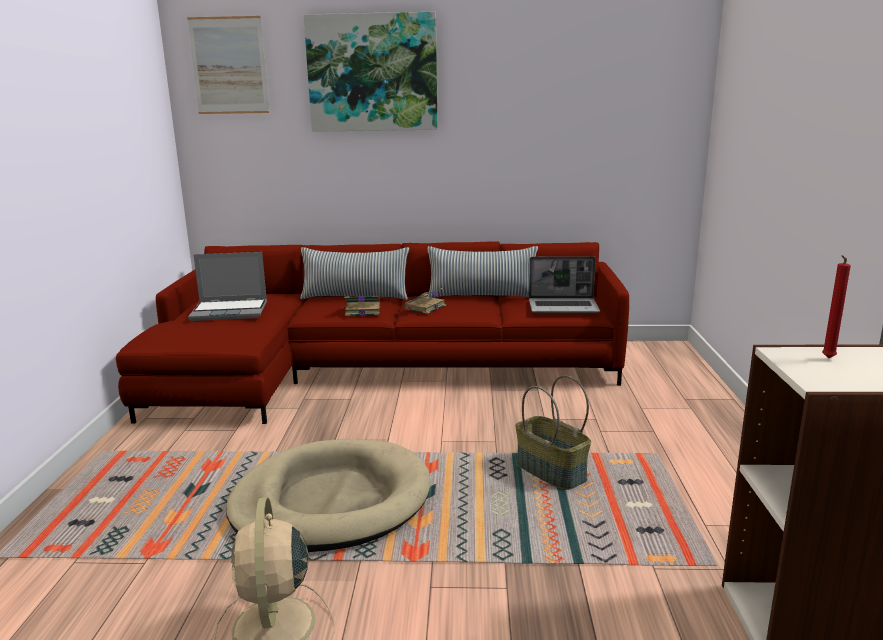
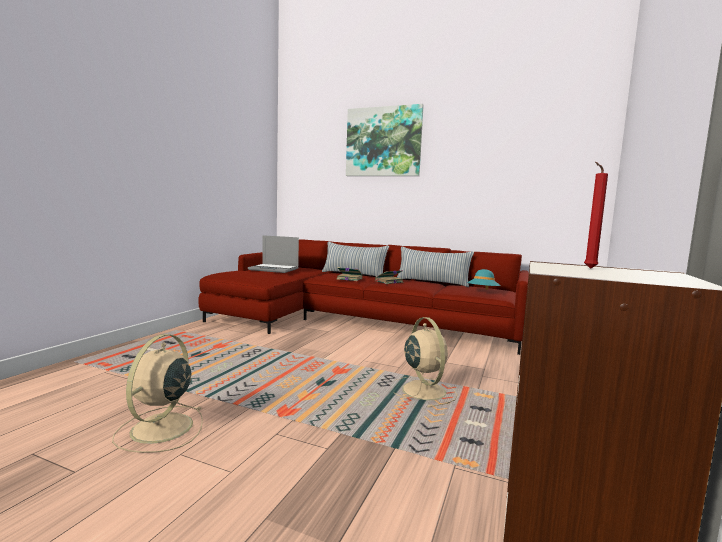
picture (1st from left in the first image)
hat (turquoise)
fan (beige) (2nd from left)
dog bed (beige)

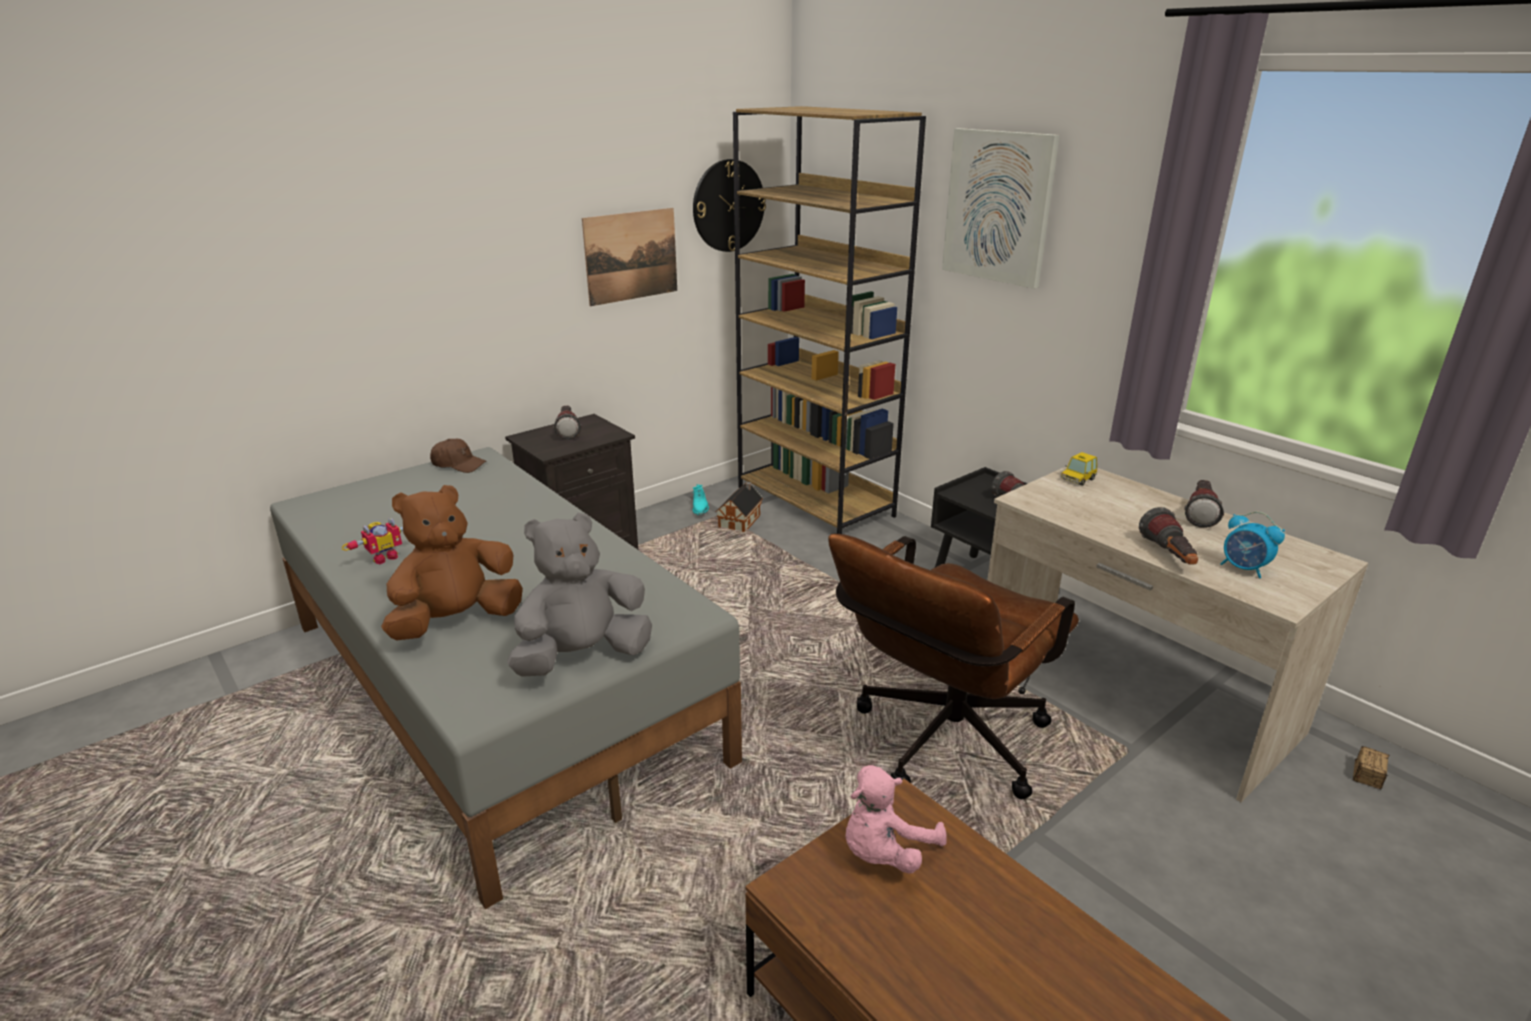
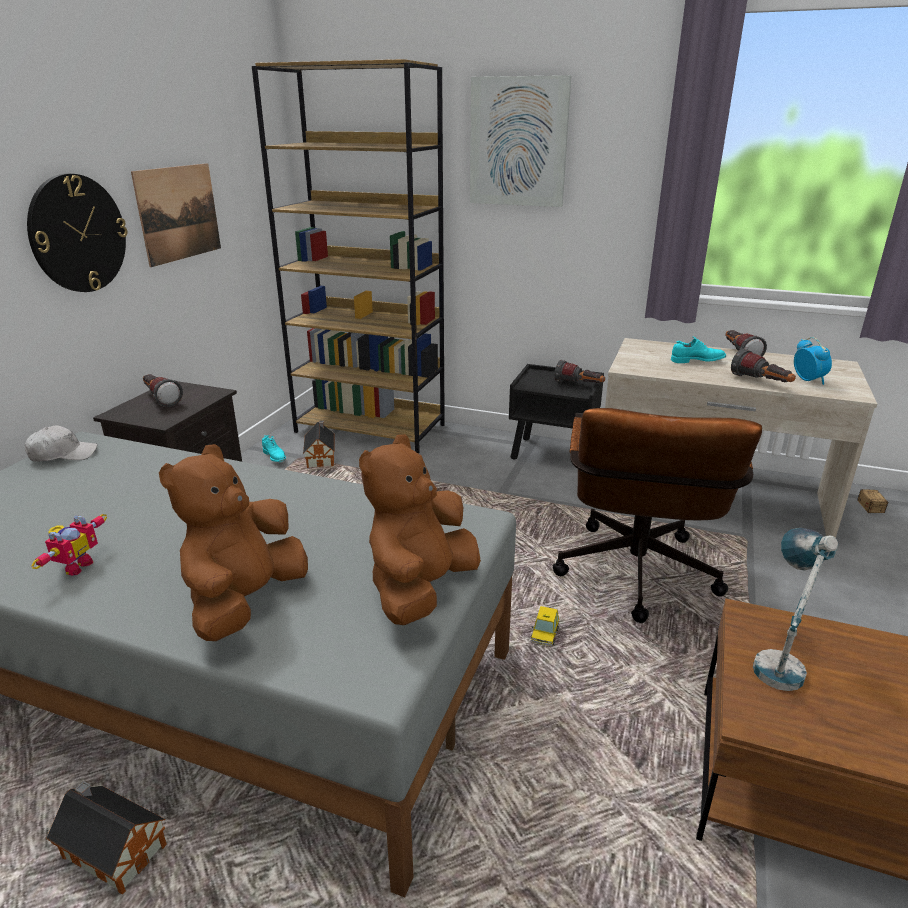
wall clock
cap (white)
toy car
alarm clock
plush toy (brown) (2nd from left)
table lamp
shoe (turquoise) (2nd from left)
toy house (1st from left)

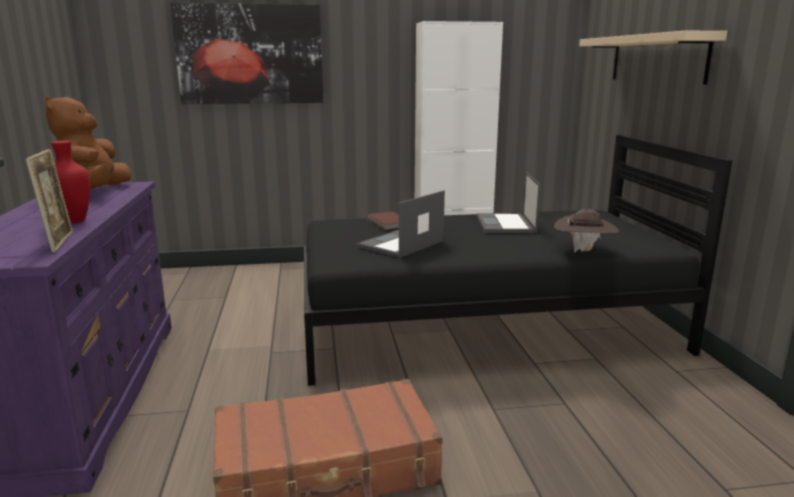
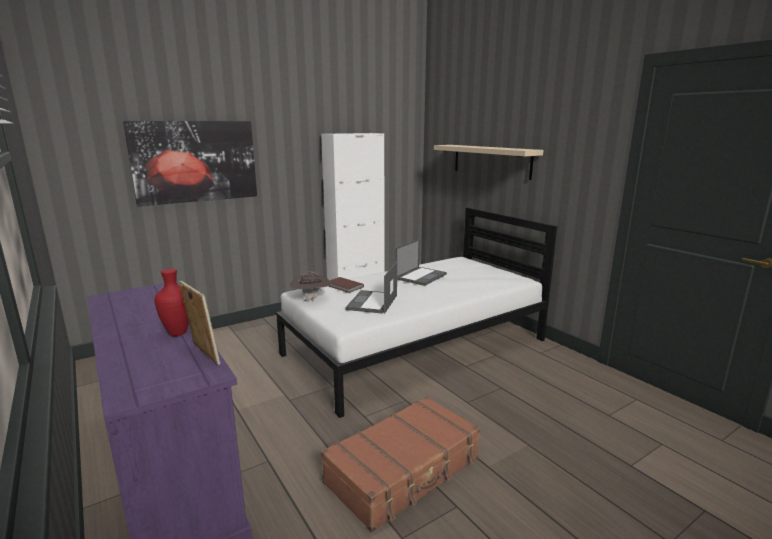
plush toy (brown)
bed (white)
laptop (2nd from left)
hat (brown)

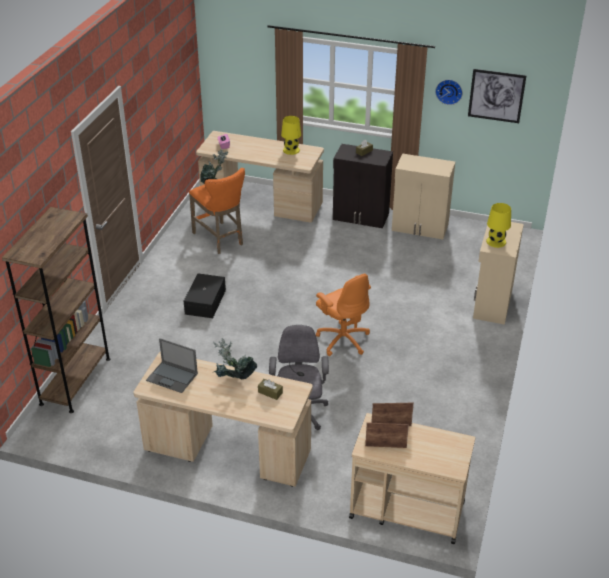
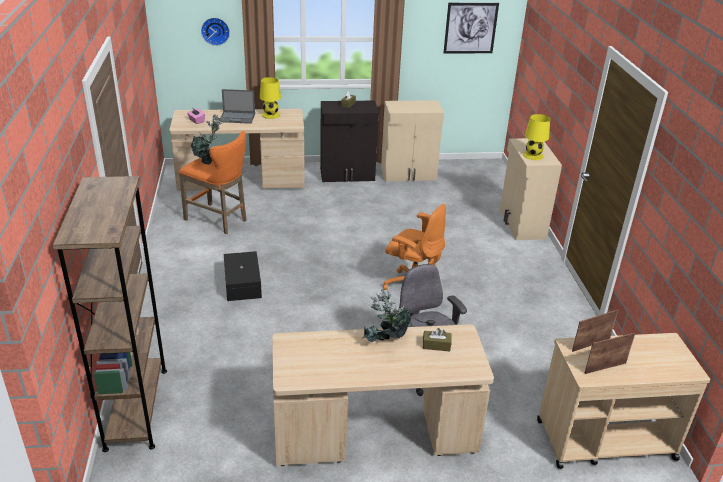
wall clock
laptop

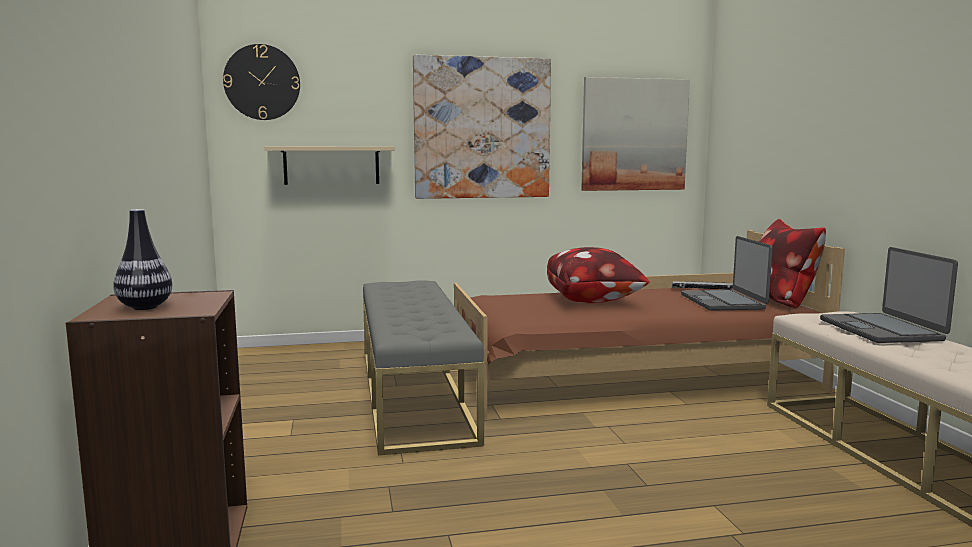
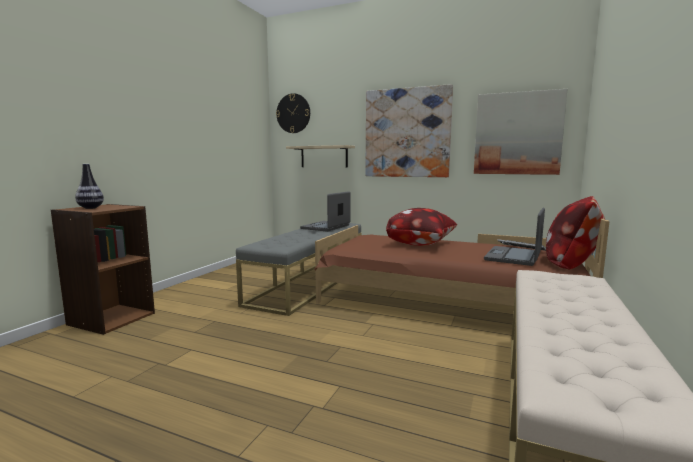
laptop (1st from left)

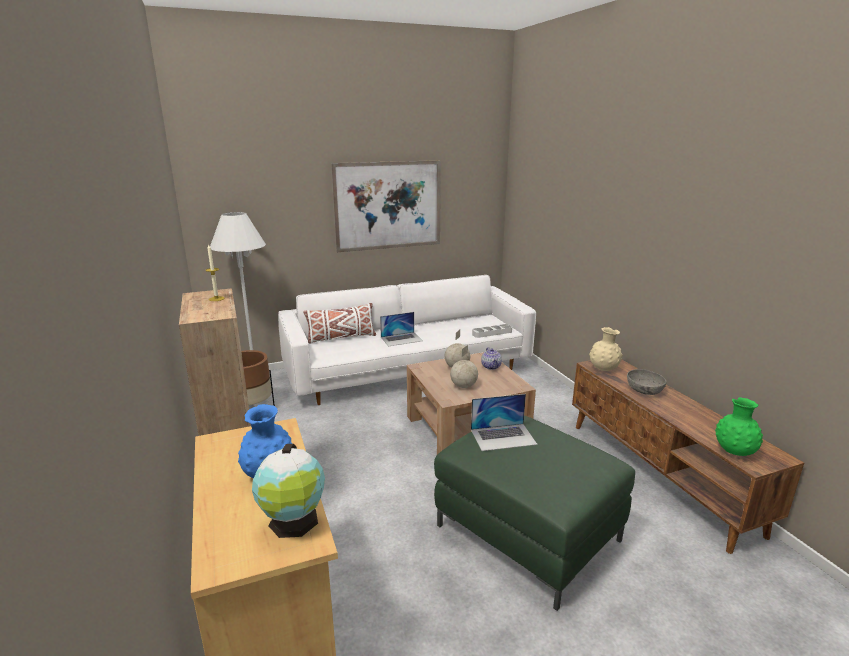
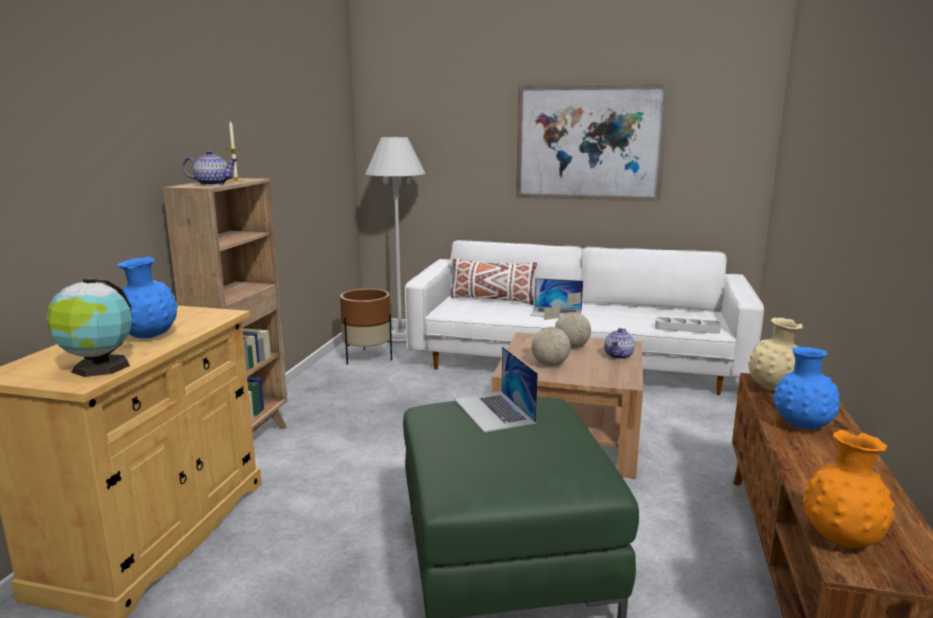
vase (blue) (2nd from left)
laptop (1st from left)
vase (orange)
teapot (1st from left)

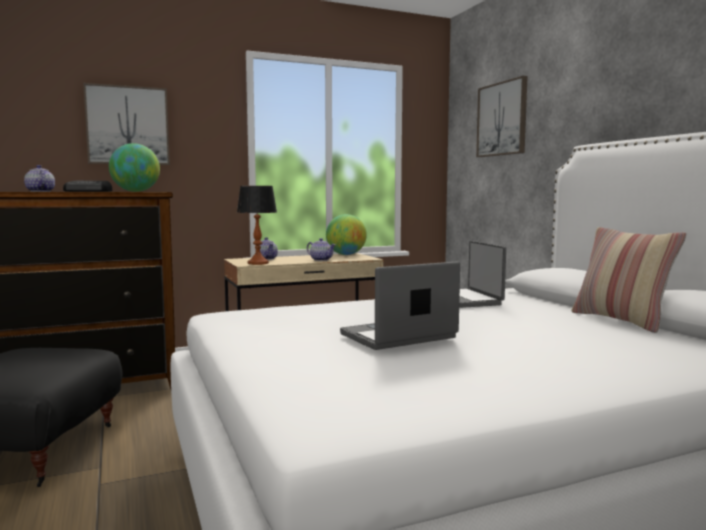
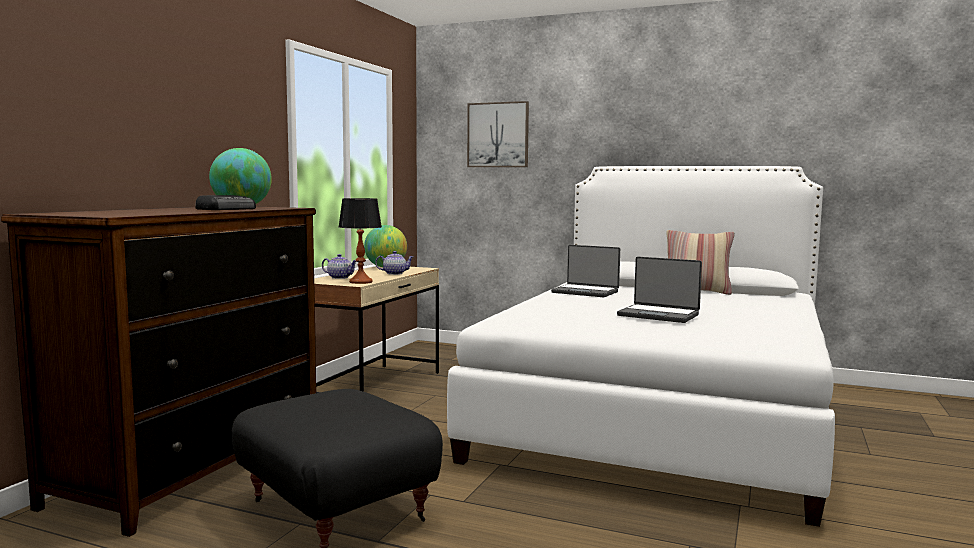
picture (1st from left in the first image)
teapot (1st from left in the first image)
laptop (2nd from left)

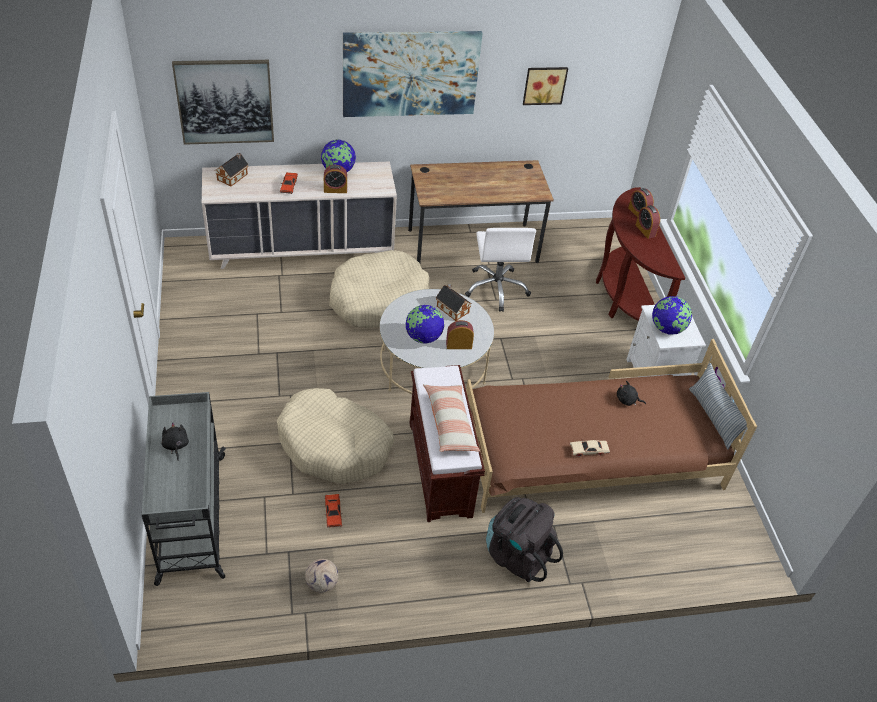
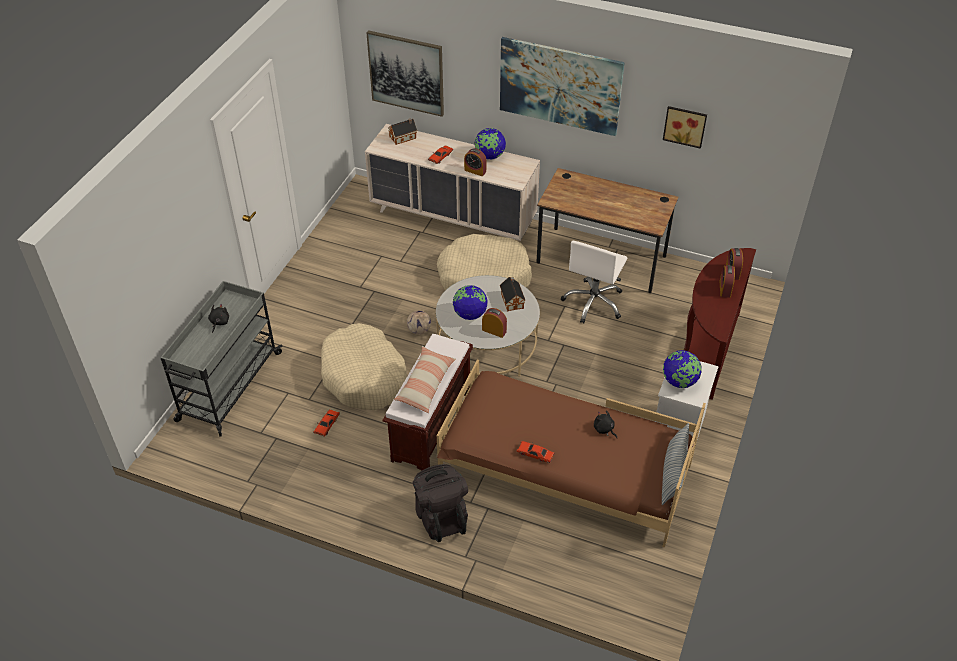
toy car (red) (3rd from left)
football

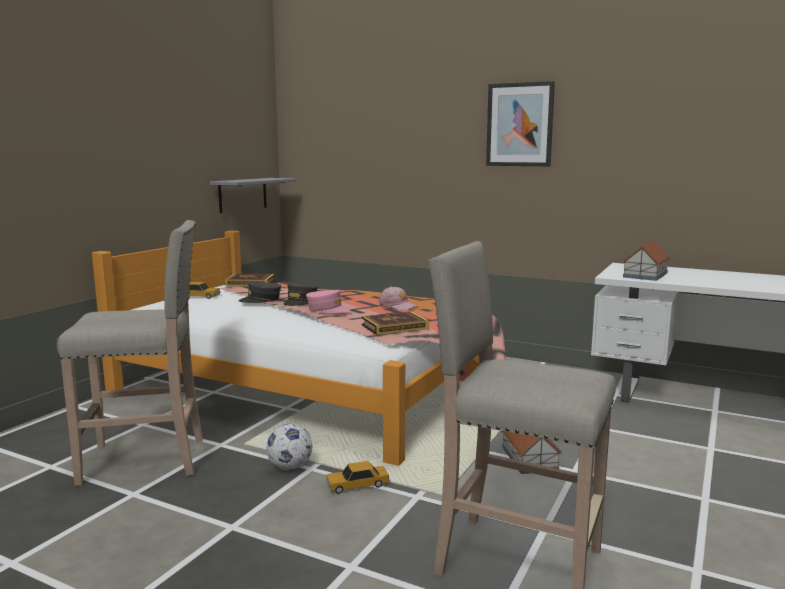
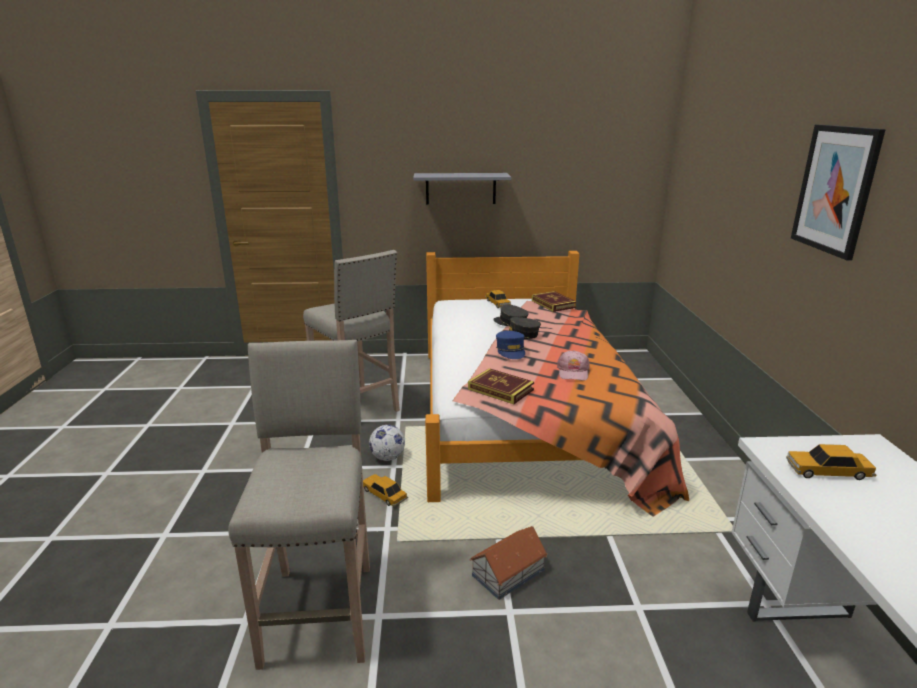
shelf (grey)
toy car (3rd from left)
cap (blue)

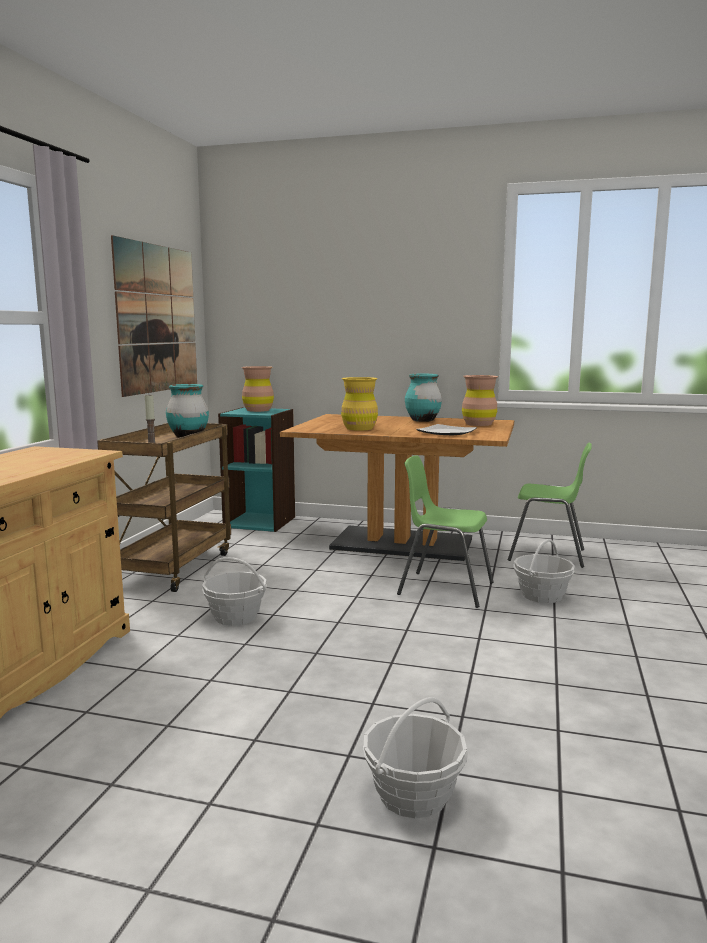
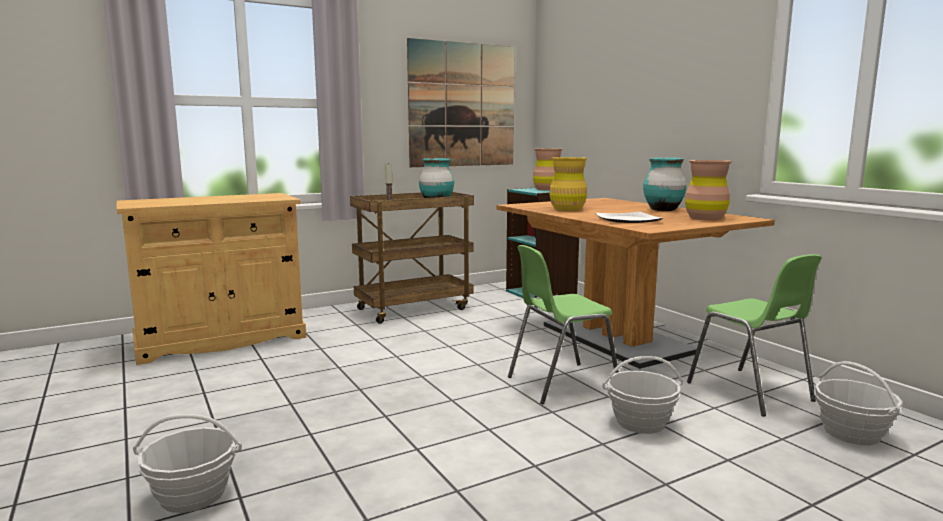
chair (green) (1st from left)
basket (3rd from left)

